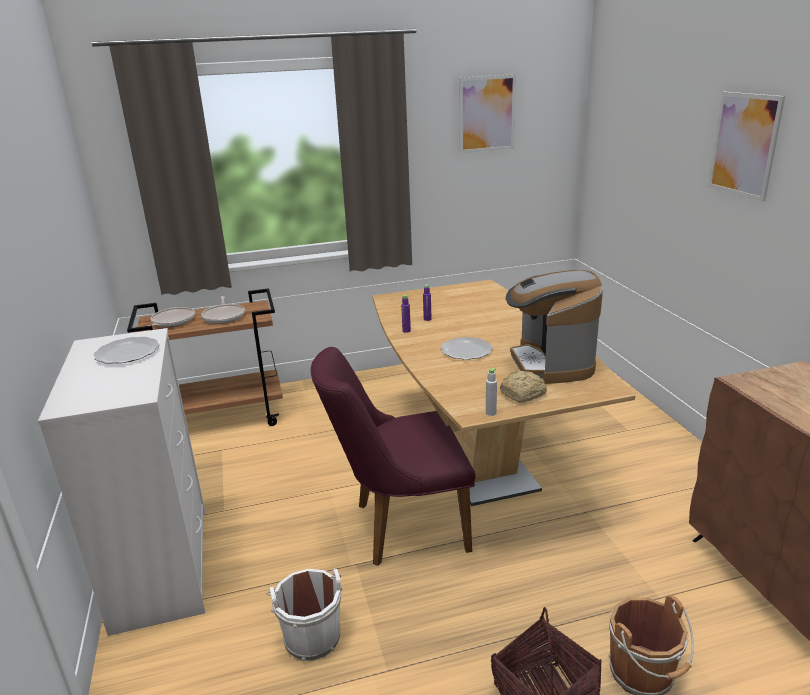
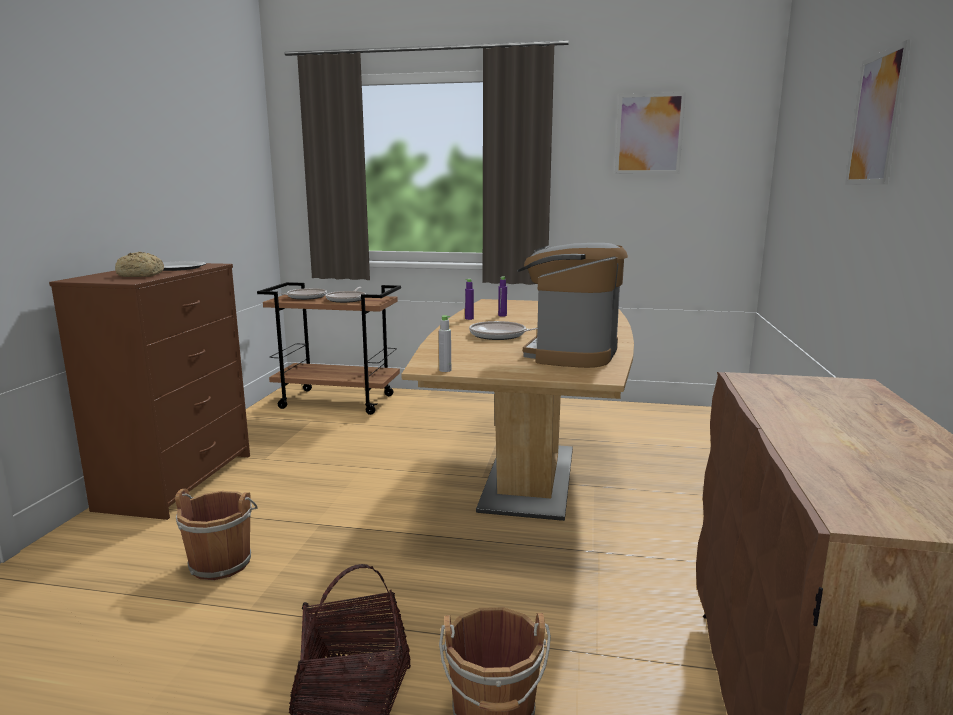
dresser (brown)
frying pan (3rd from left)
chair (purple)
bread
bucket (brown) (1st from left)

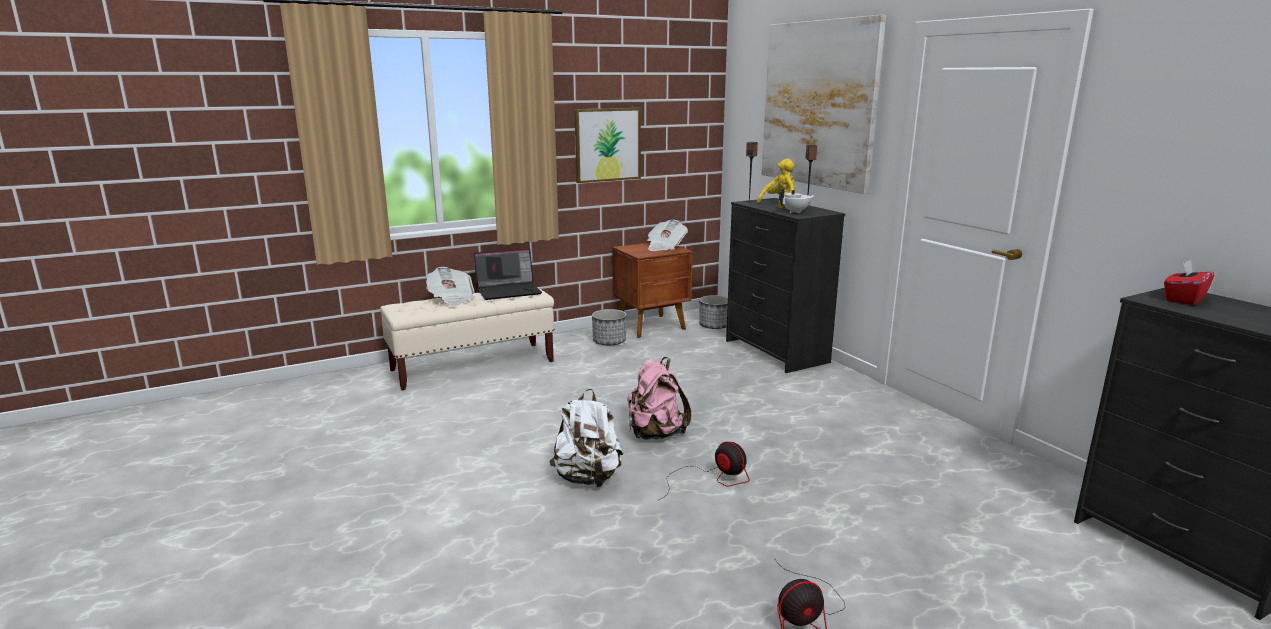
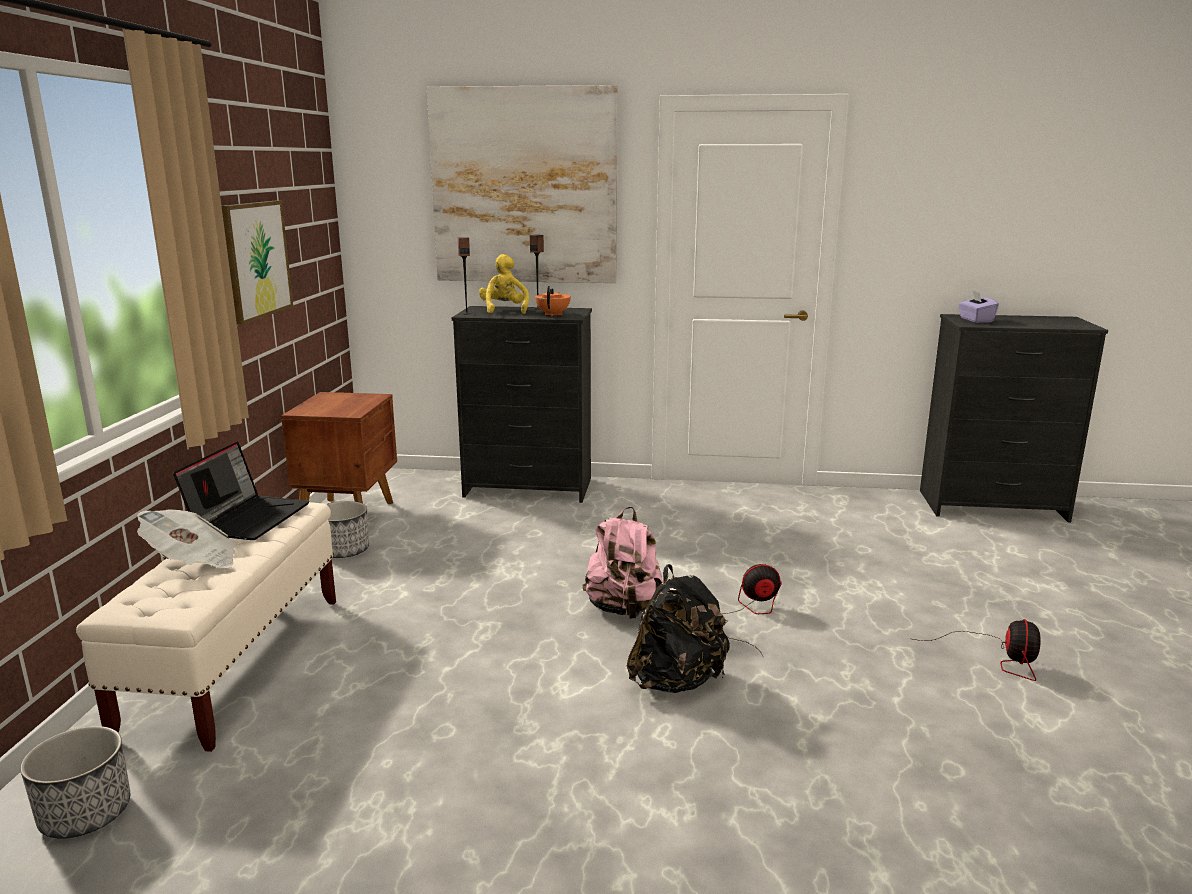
teapot (orange)
newspaper (2nd from left in the first image)
tissue box (purple)
planter (1st from left)
backpack (black)

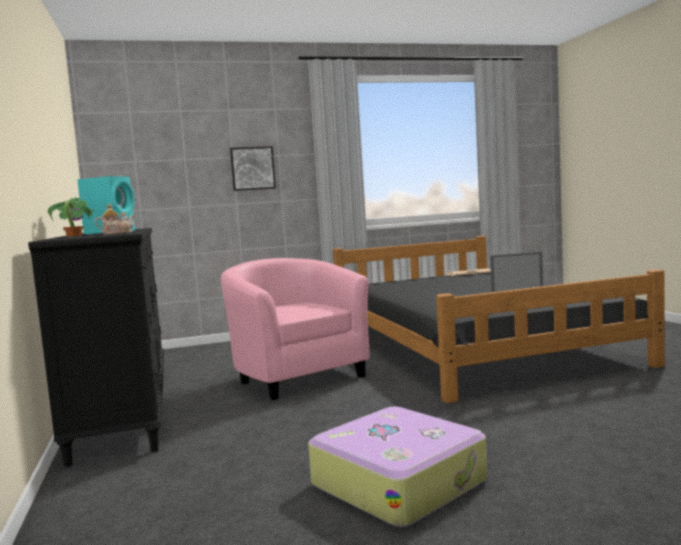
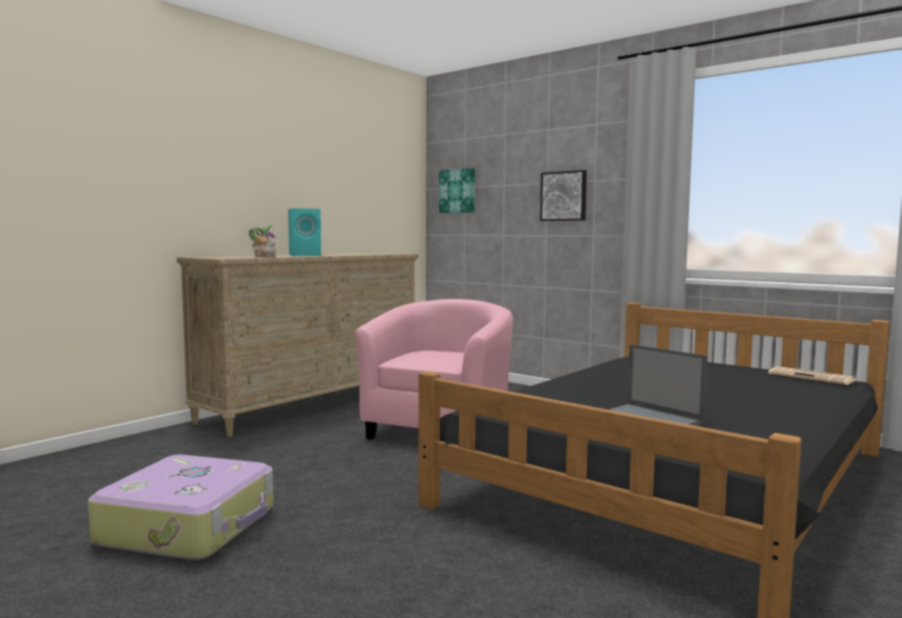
dresser (beige)
picture (1st from left)

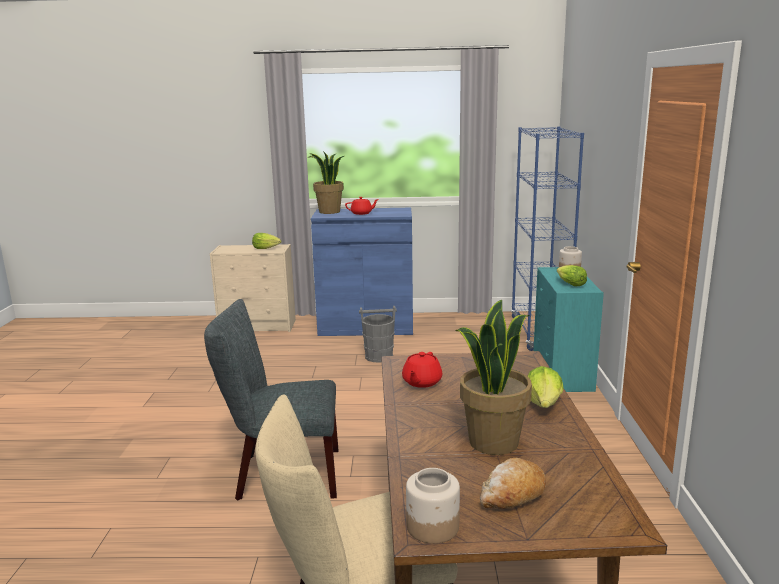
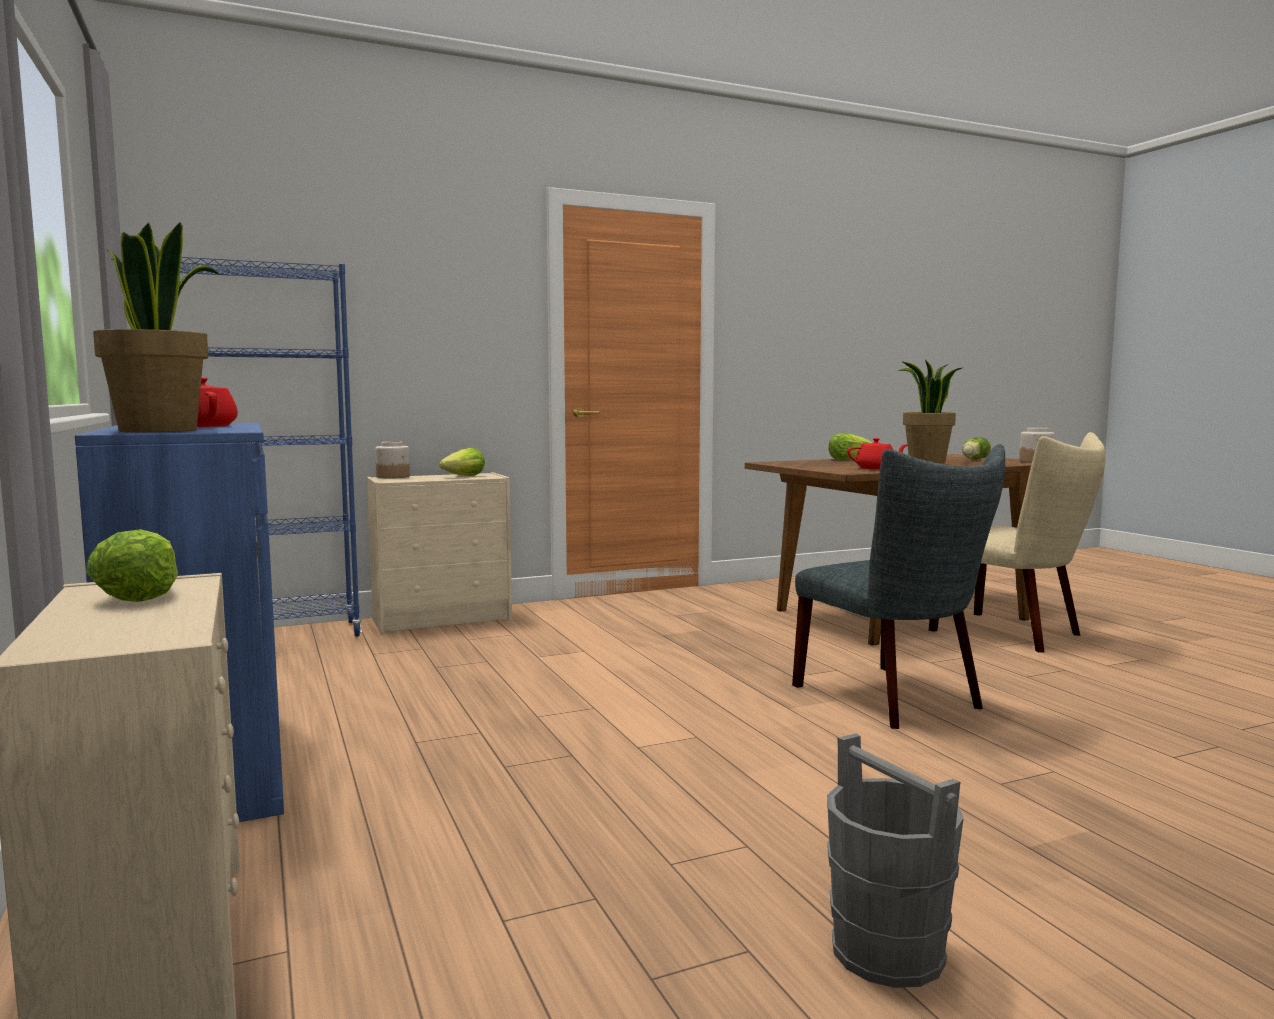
dresser (beige) (2nd from left)
bucket (grey)
lettuce (4th from left)

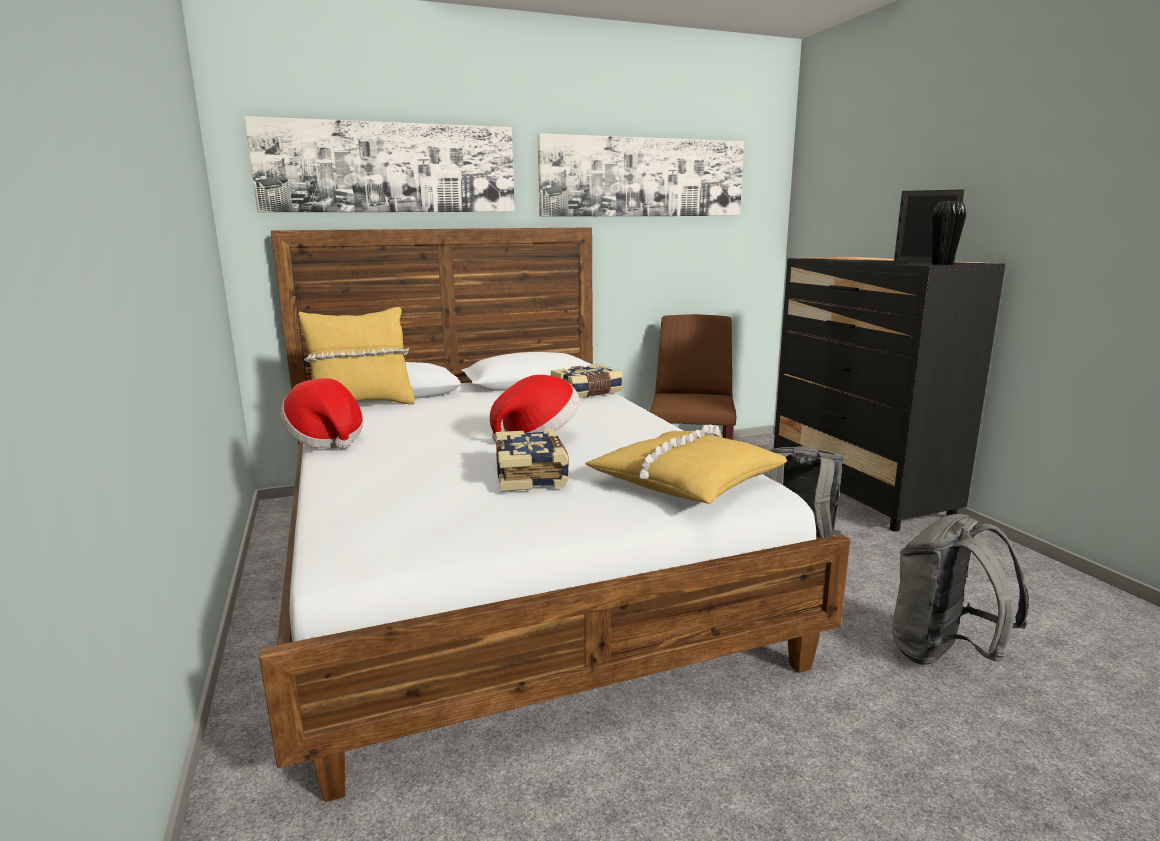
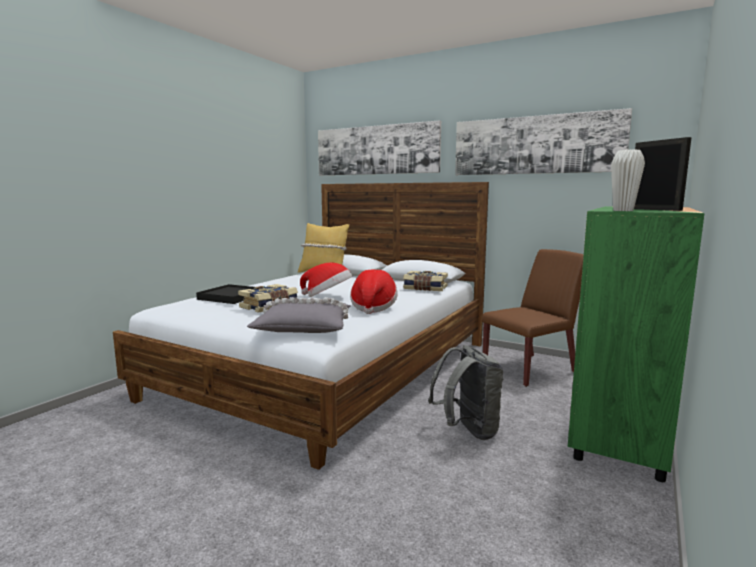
vase (white)
dresser (green)
hat (2nd from left)
pillow (grey)
backpack (grey) (2nd from left in the first image)
tray (black)

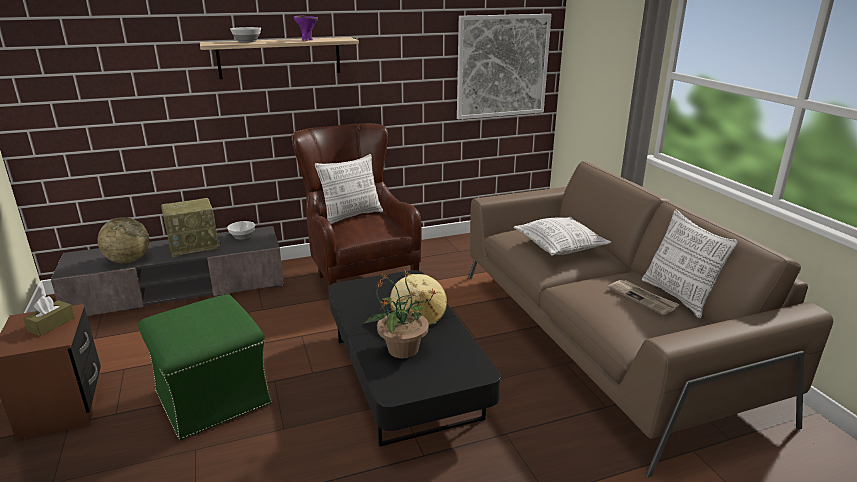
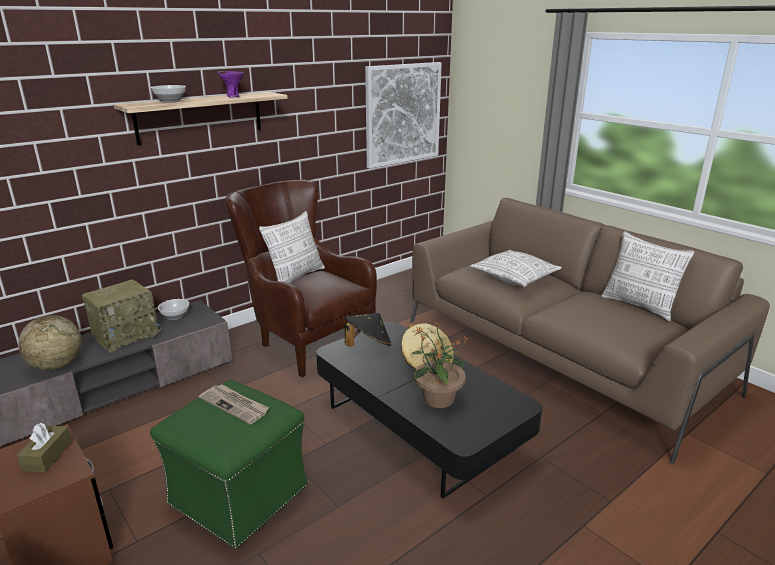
newspaper
hat (black)

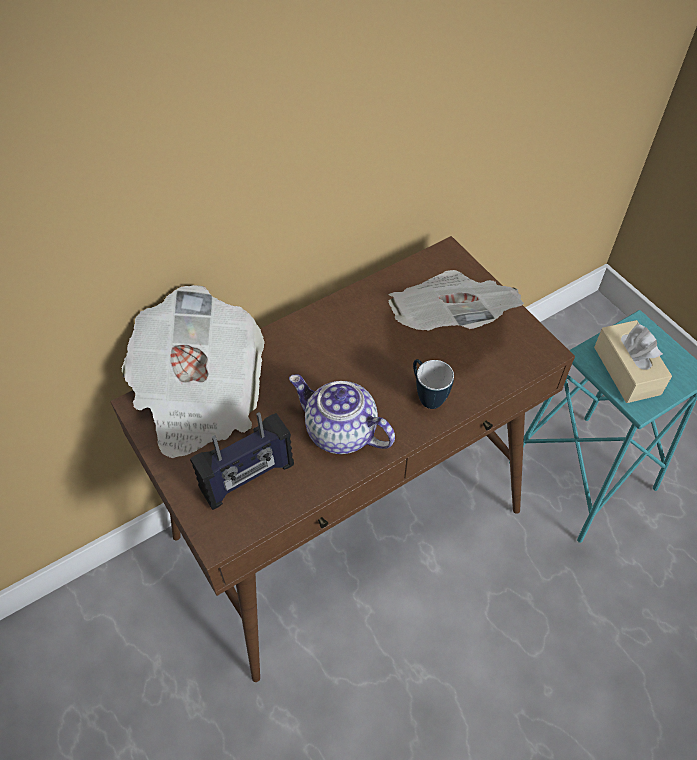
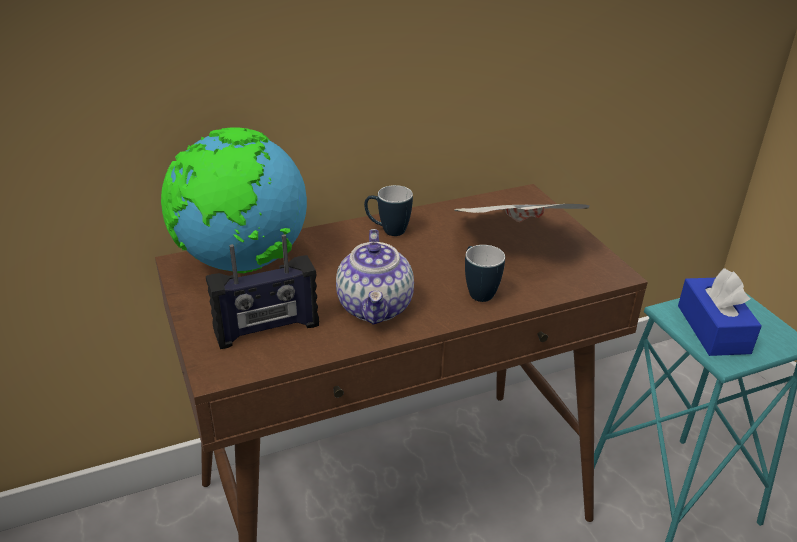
globe
tissue box (blue)
teapot
mug (1st from left)

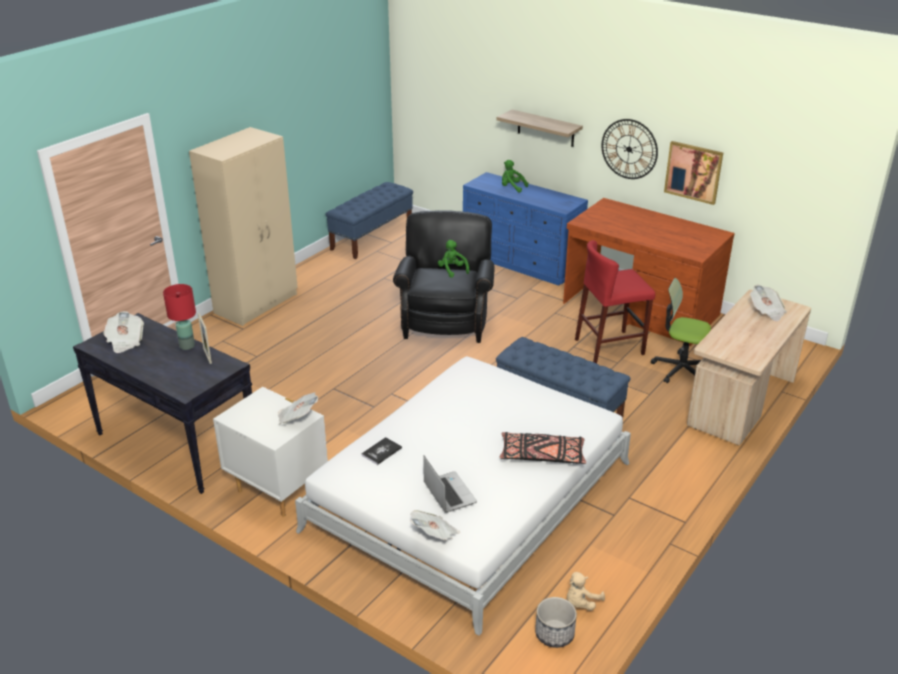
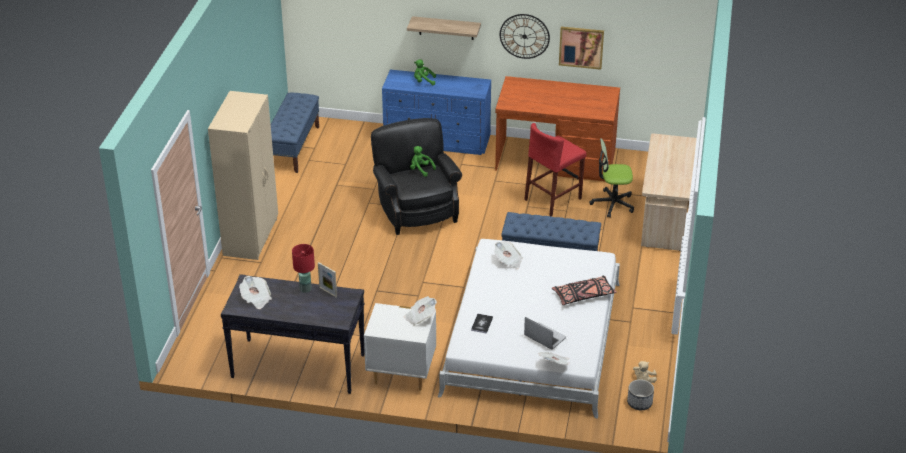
newspaper (3rd from left)

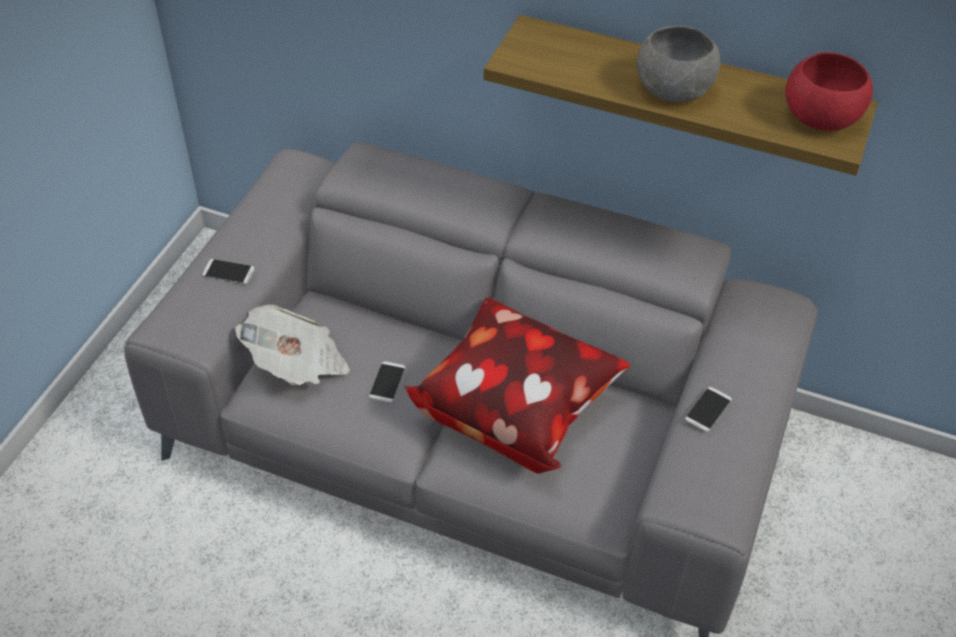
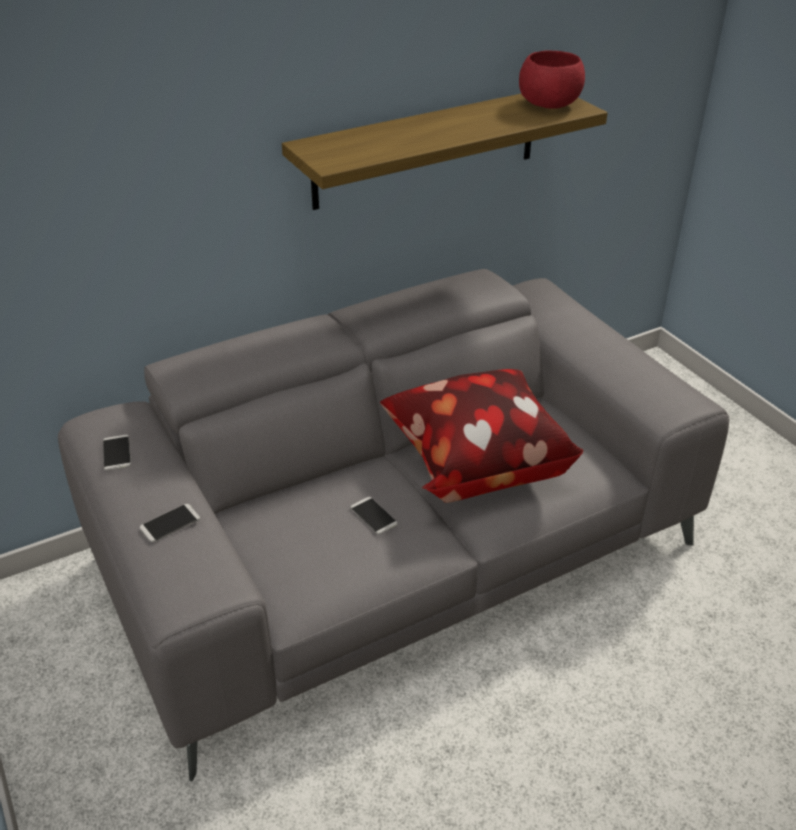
bowl (grey)
newspaper
phone (1st from left)

